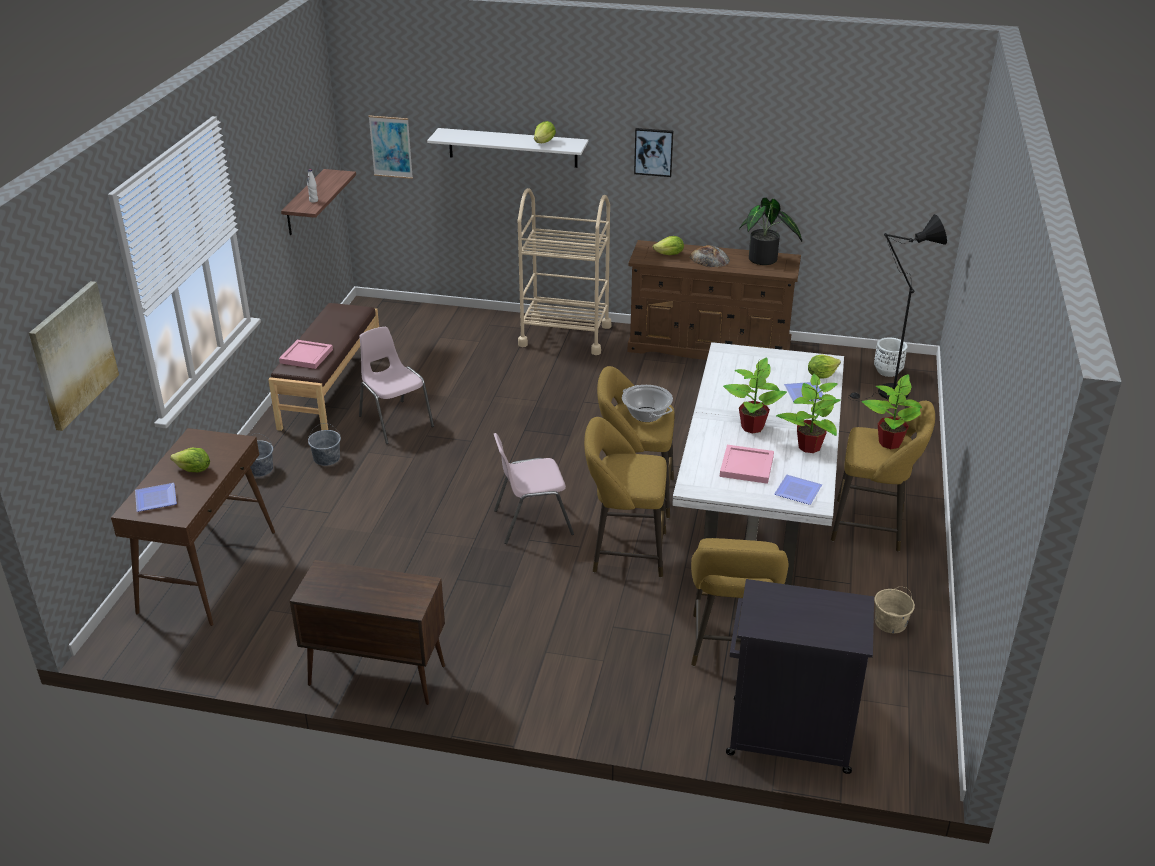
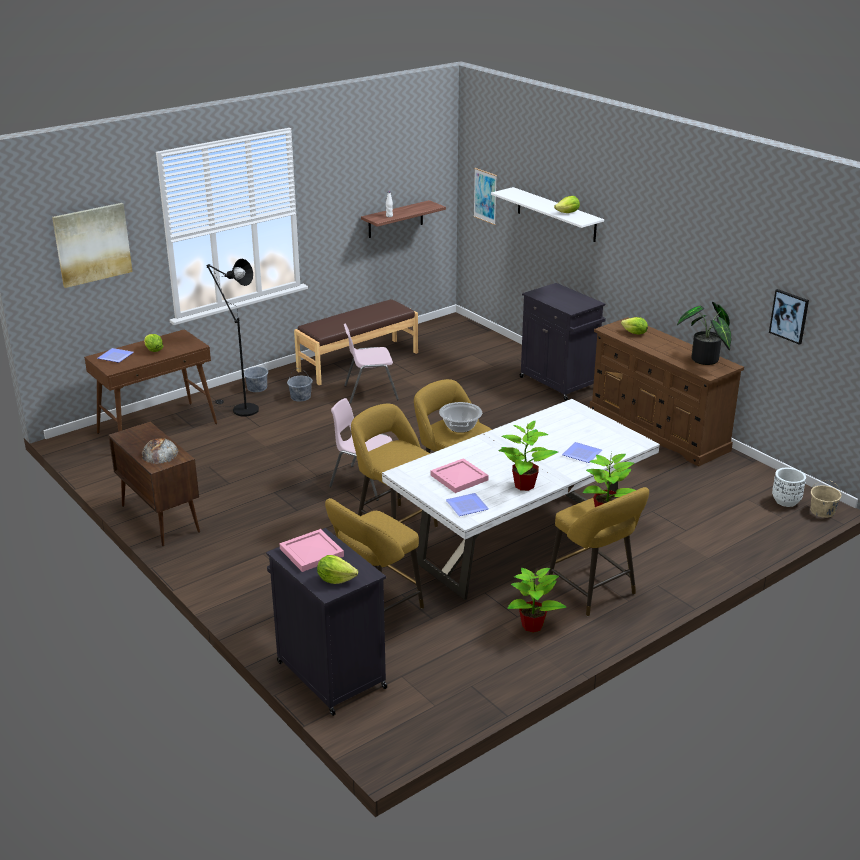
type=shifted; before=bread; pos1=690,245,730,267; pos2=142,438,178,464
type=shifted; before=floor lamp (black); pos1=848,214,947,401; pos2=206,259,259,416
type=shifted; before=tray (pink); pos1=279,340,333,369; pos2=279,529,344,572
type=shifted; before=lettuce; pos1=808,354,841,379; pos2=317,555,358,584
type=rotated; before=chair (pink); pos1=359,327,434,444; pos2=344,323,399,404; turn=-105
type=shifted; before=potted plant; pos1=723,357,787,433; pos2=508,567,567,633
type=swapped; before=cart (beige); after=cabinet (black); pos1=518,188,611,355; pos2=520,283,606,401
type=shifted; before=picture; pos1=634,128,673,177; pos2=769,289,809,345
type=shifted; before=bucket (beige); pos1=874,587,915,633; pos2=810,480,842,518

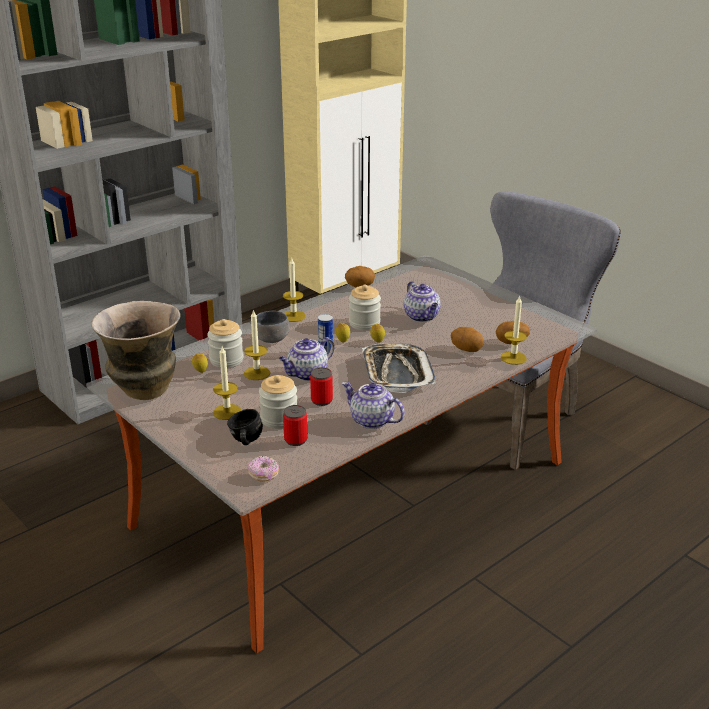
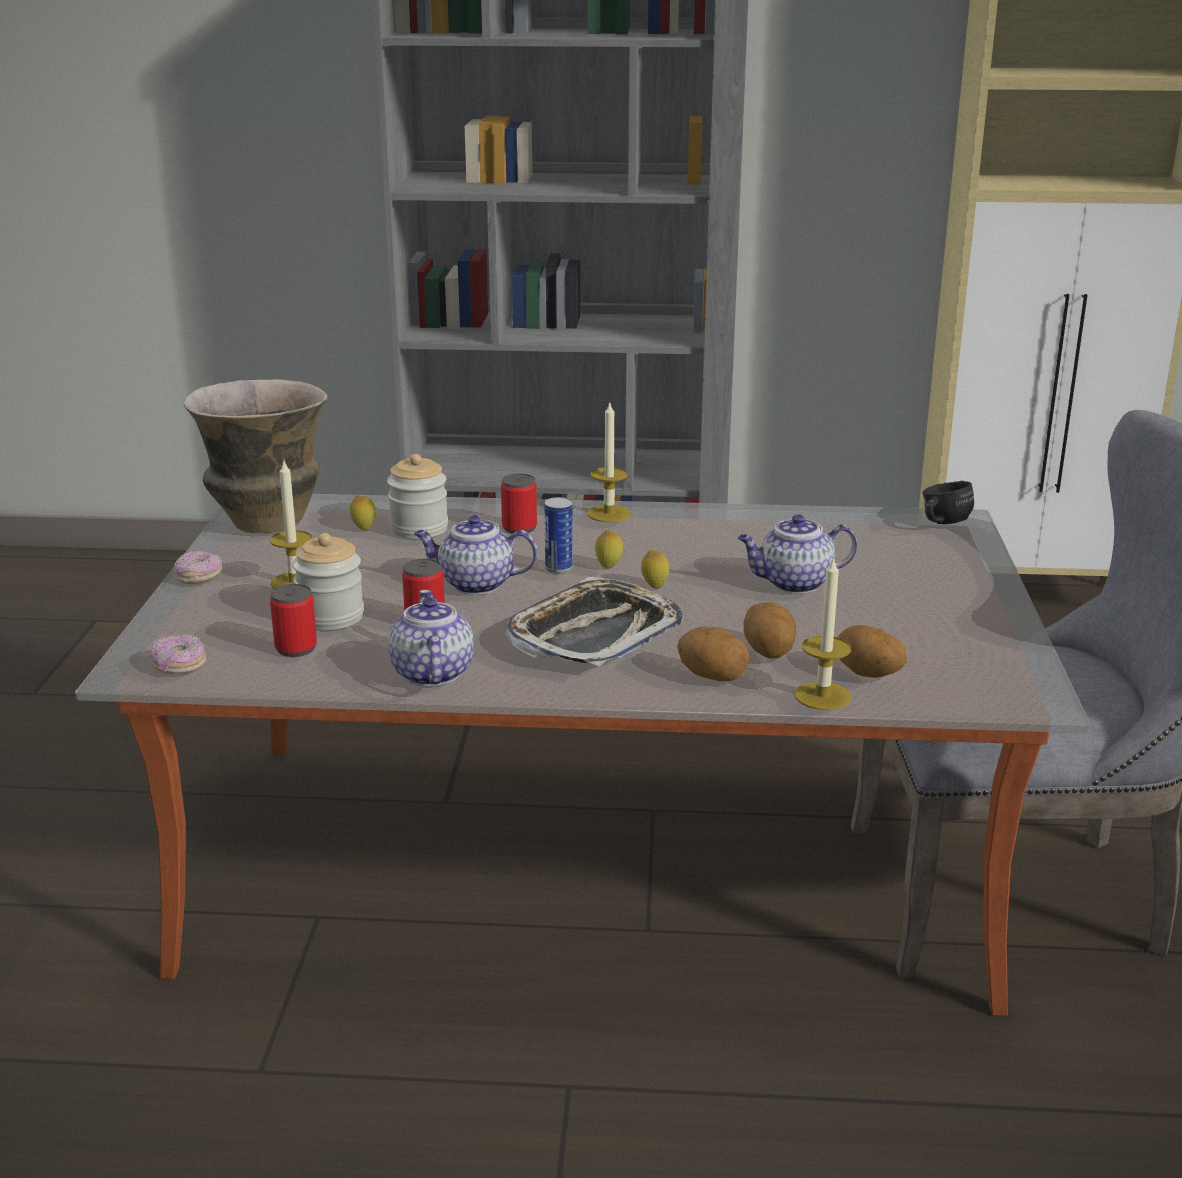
type=new; after=donut; pos2=174,550,222,584
type=swapped; before=bowl (grey); after=can; pos1=257,311,289,343; pos2=501,474,537,534
type=shifted; before=potato; pos1=345,266,375,287; pos2=677,626,749,681
type=rotated; before=teapot; pos1=403,281,441,322; pos2=738,514,857,594; turn=60
type=shifted; before=mug (black); pos1=227,409,263,445; pos2=922,481,974,524
type=gone; before=candle; pos1=244,310,271,380
type=gone; before=jar; pos1=349,284,381,330

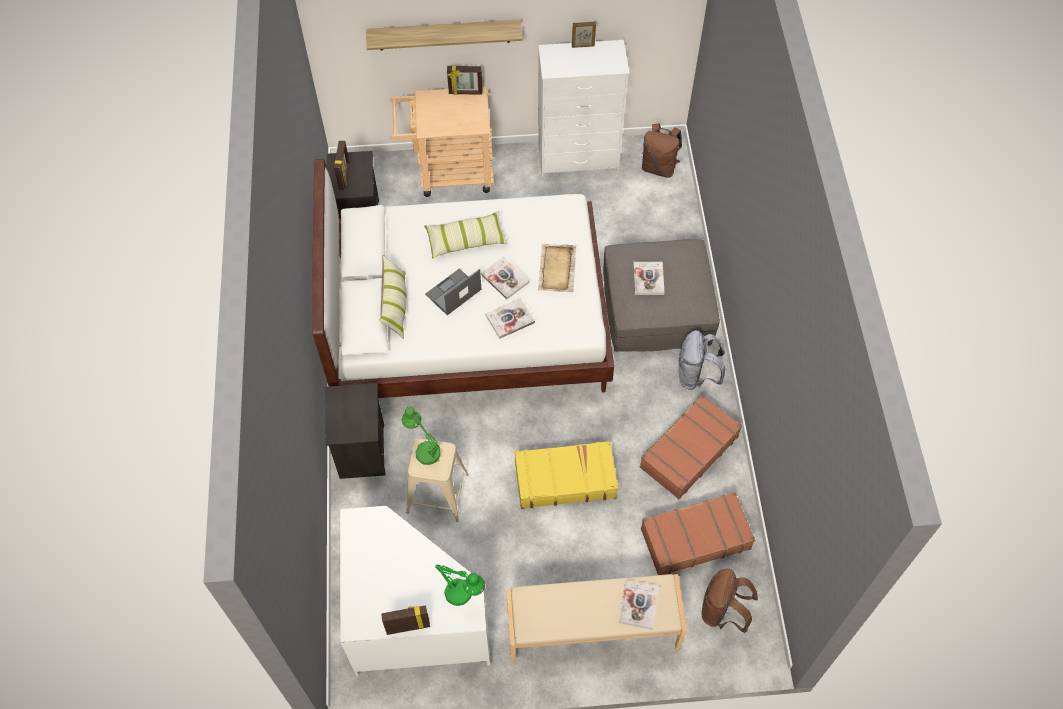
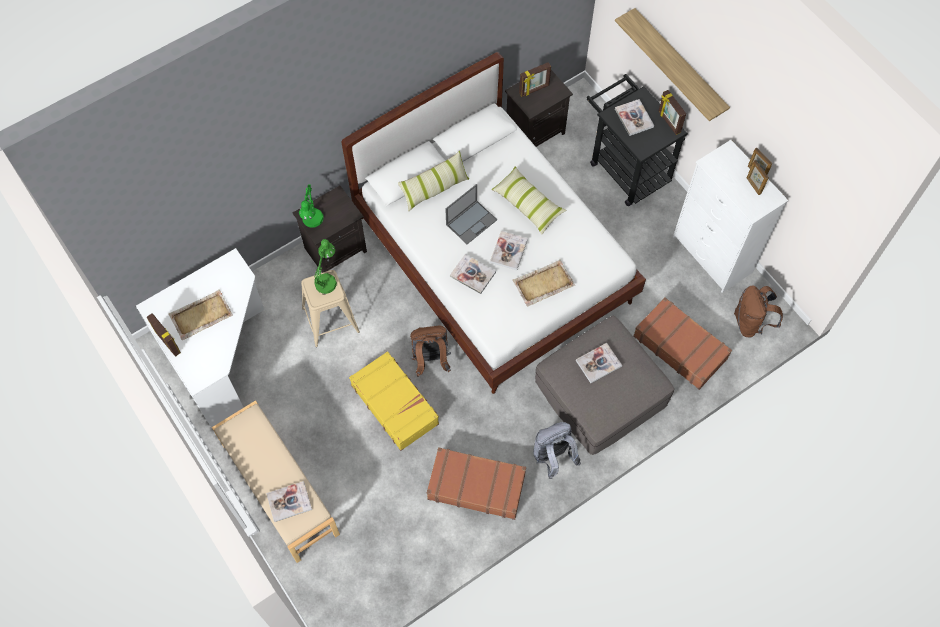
type=new; after=tray (beige); pos2=169,289,233,340
type=shifted; before=table lamp (green); pos1=435,565,485,606; pos2=299,184,323,228
type=shifted; before=backpack (brown); pos1=702,569,758,633; pos2=410,326,451,377
type=rotated; before=laptop; pos1=425,268,481,315; pos2=445,184,497,244; turn=120
type=repainted; before=cart (beige); after=cart (black); pos1=390,86,494,197; pos2=586,74,688,206
type=new; after=book; pos2=615,99,654,136
type=shifted; before=suitcase (brown); pos1=641,492,755,575; pos2=633,297,732,390
type=new; after=picture frame; pos2=747,160,768,195

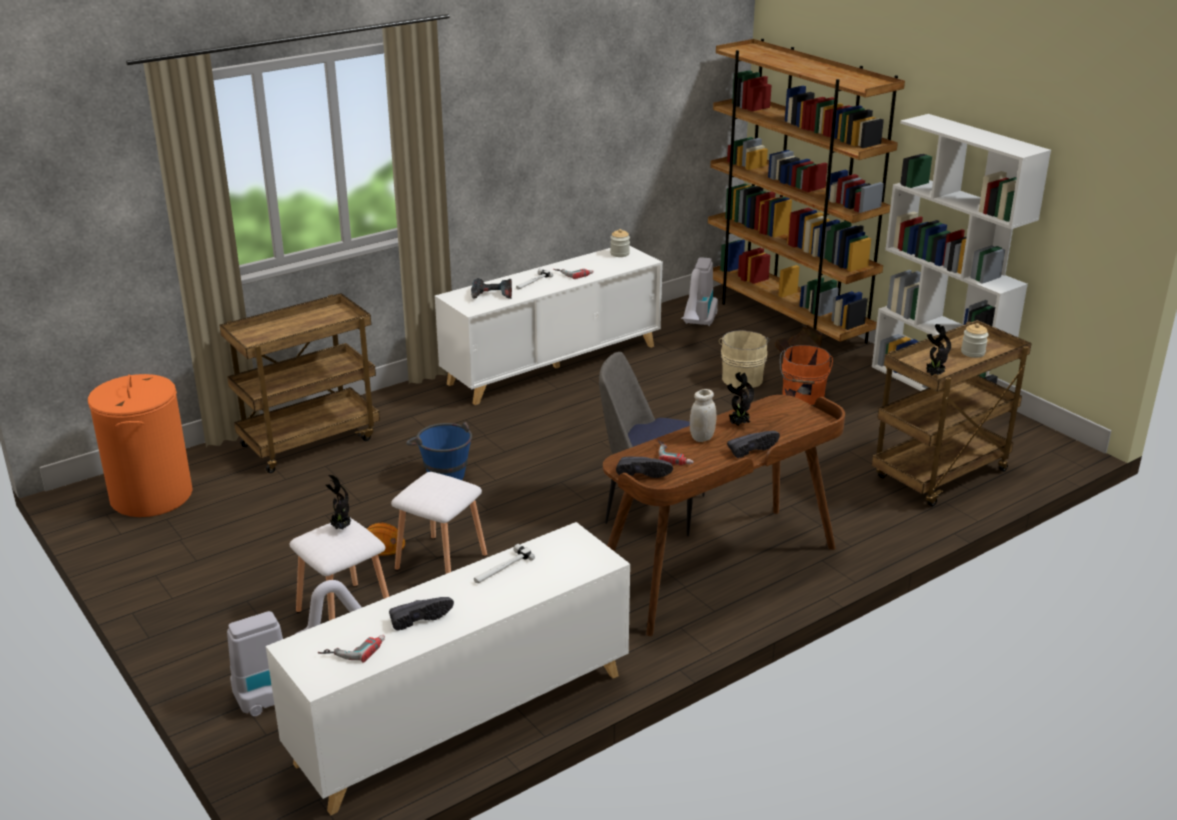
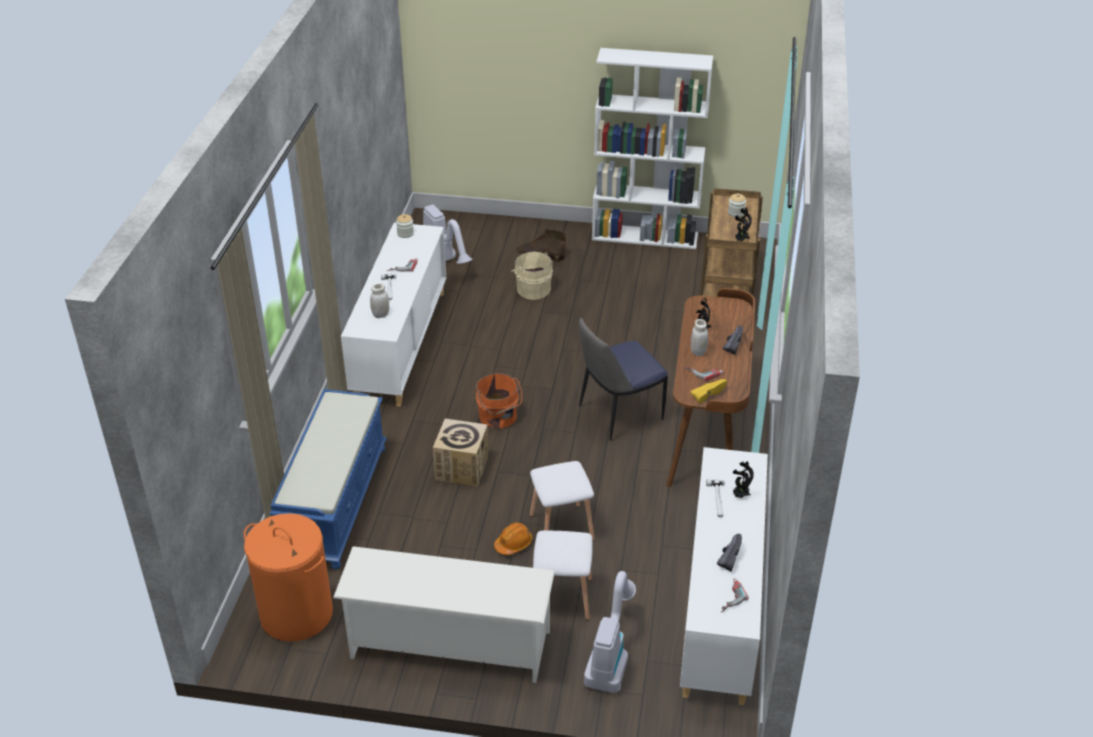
type=swapped; before=cart (brown); after=bench (blue); pos1=220,293,380,473; pos2=269,389,387,569
type=new; after=shoe rack (white); pos2=333,546,555,683
type=swapped; before=power drill; after=jar (white); pos1=471,278,512,299; pos2=370,284,389,318
type=swapped; before=bucket (blue); after=cardboard box; pos1=406,422,472,480; pos2=433,419,488,487
type=shifted; before=bucket (orange); pos1=780,345,833,405; pos2=476,373,522,429
type=repainted; before=shoe (black); after=shoe (yellow); pos1=616,457,673,478; pos2=691,379,727,403
type=shifted; before=potted plant; pos1=326,475,351,530; pos2=733,461,754,498
type=gone; before=bookcase (brown); pos1=708,39,905,344

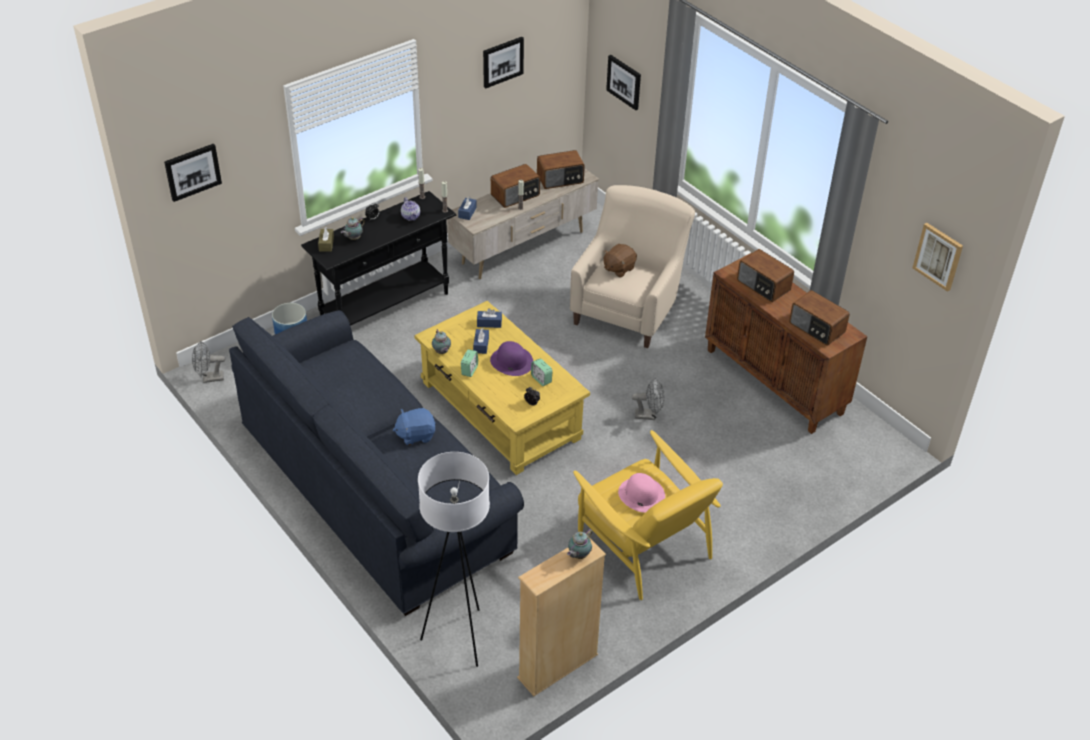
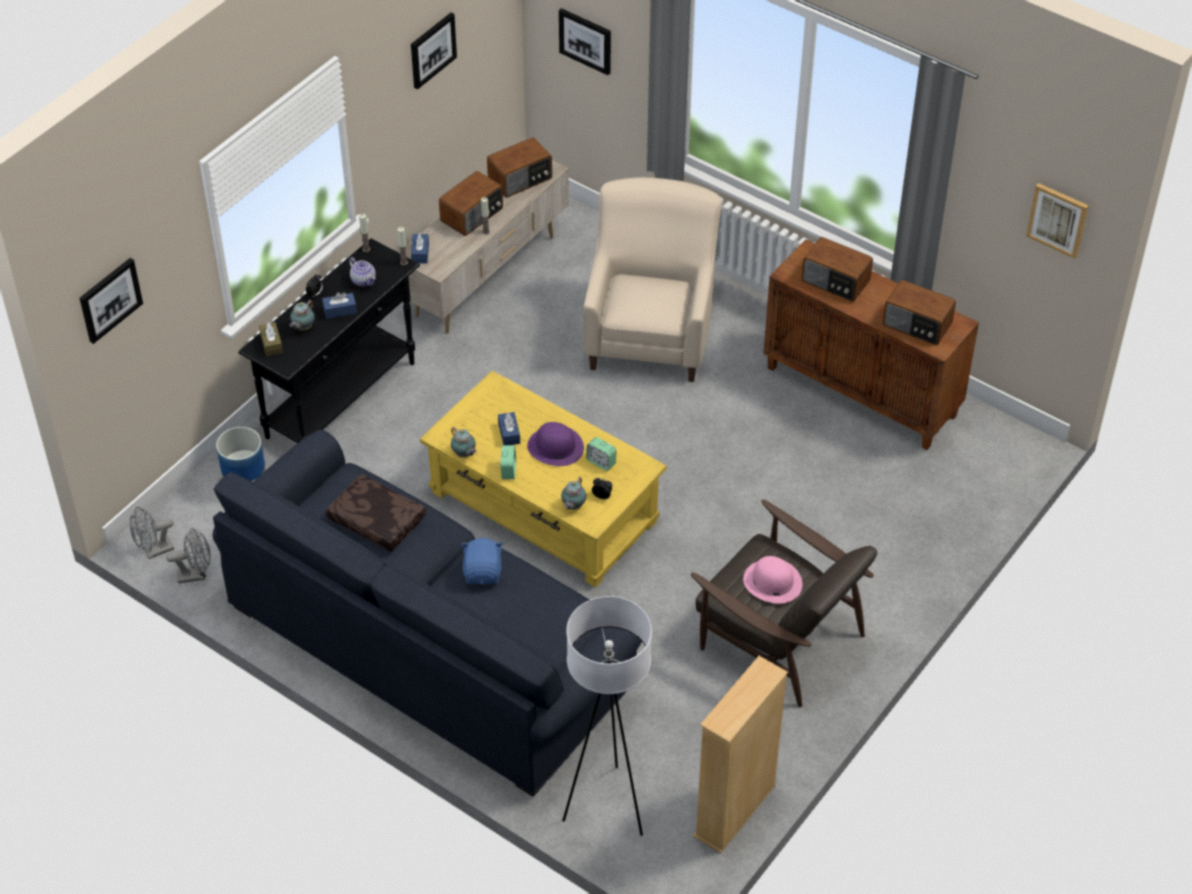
type=shifted; before=fan (grey); pos1=632,378,665,420; pos2=167,528,211,583
type=shifted; before=tissue box (blue); pos1=477,308,502,328; pos2=322,292,357,319
type=new; after=pillow (brown); pos2=326,474,426,552
type=rotated; before=plush toy (blue); pos1=393,408,436,445; pos2=461,538,503,584; turn=120
type=shifted; before=teapot; pos1=567,530,592,559; pos2=561,477,587,510
type=repainted; before=armchair (yellow); after=armchair (brown); pos1=573,430,723,600; pos2=691,500,878,707
type=gone; before=plush toy (brown); pos1=603,244,637,277

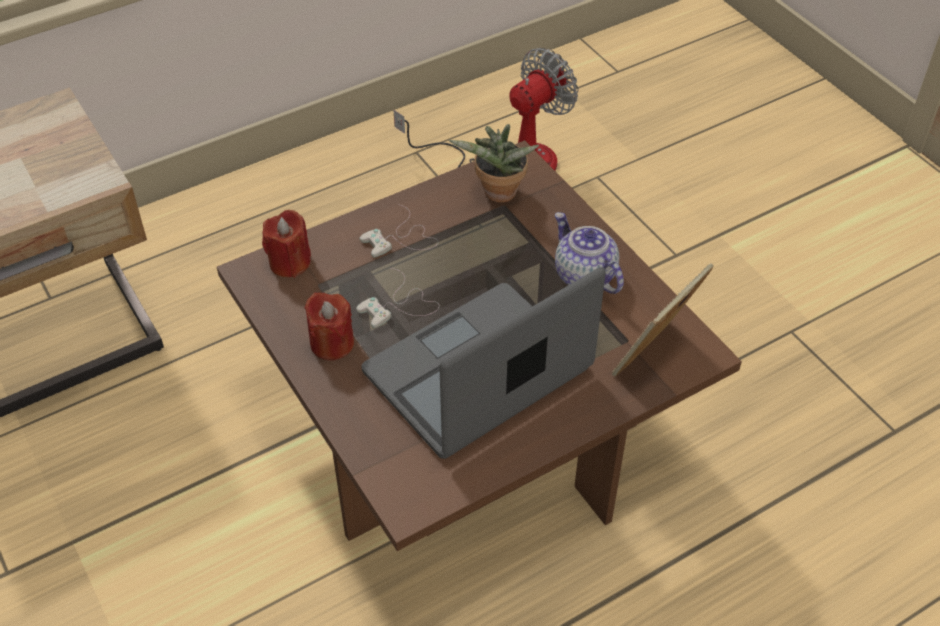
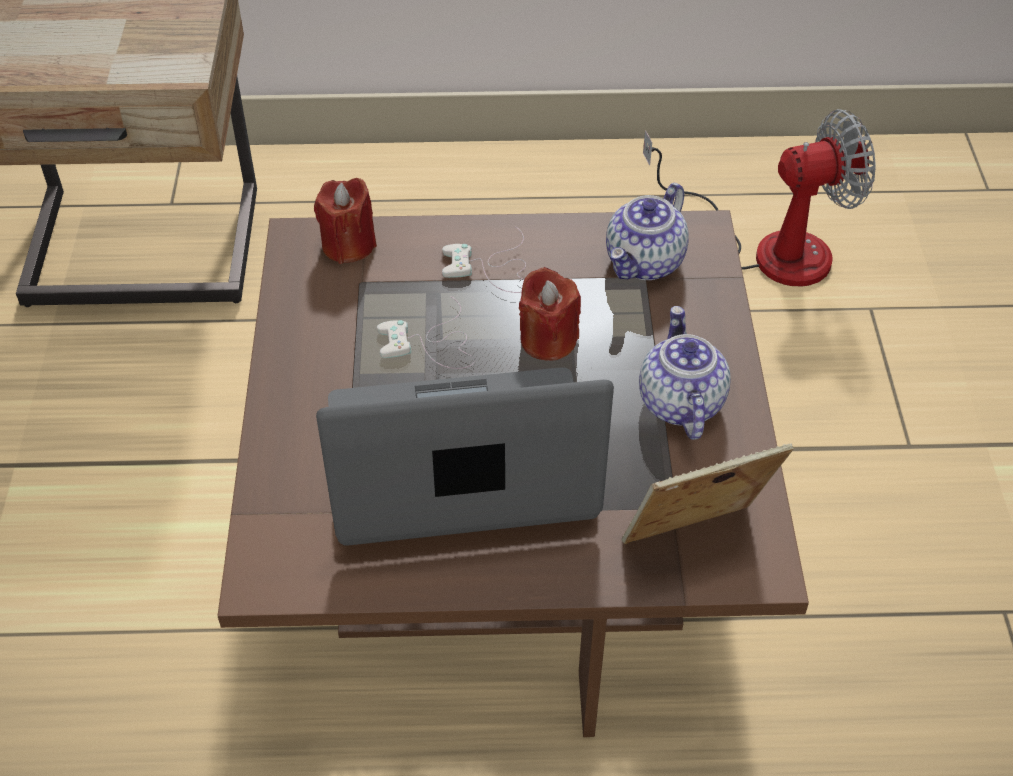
type=shifted; before=candle (red); pos1=305,292,354,361; pos2=519,267,581,361
type=swapped; before=potted plant; after=teapot; pos1=449,124,540,203; pos2=606,183,689,280

